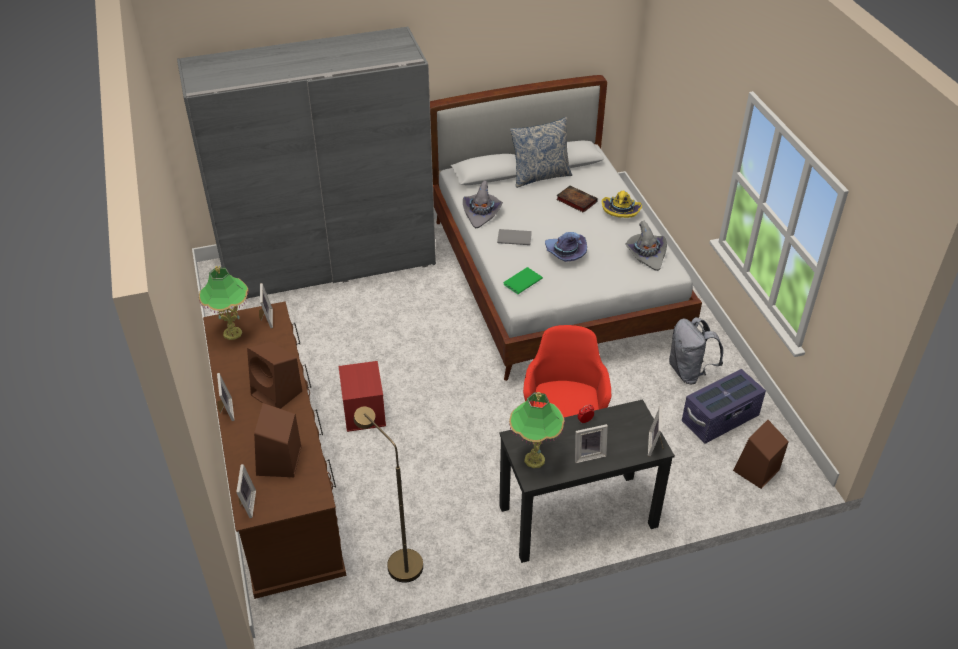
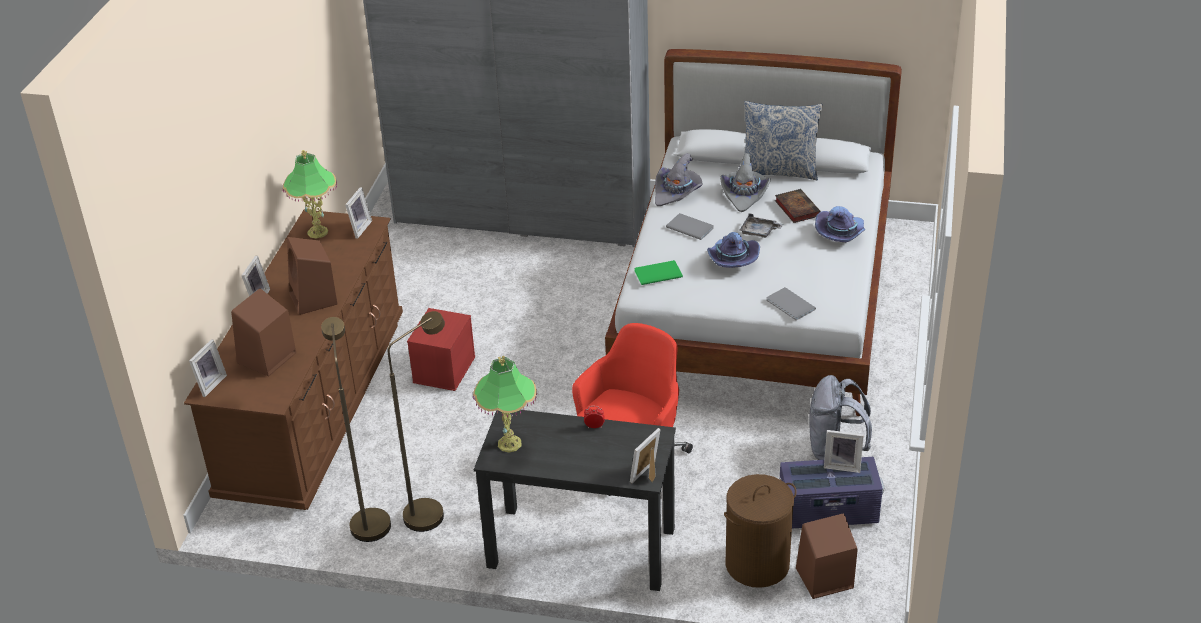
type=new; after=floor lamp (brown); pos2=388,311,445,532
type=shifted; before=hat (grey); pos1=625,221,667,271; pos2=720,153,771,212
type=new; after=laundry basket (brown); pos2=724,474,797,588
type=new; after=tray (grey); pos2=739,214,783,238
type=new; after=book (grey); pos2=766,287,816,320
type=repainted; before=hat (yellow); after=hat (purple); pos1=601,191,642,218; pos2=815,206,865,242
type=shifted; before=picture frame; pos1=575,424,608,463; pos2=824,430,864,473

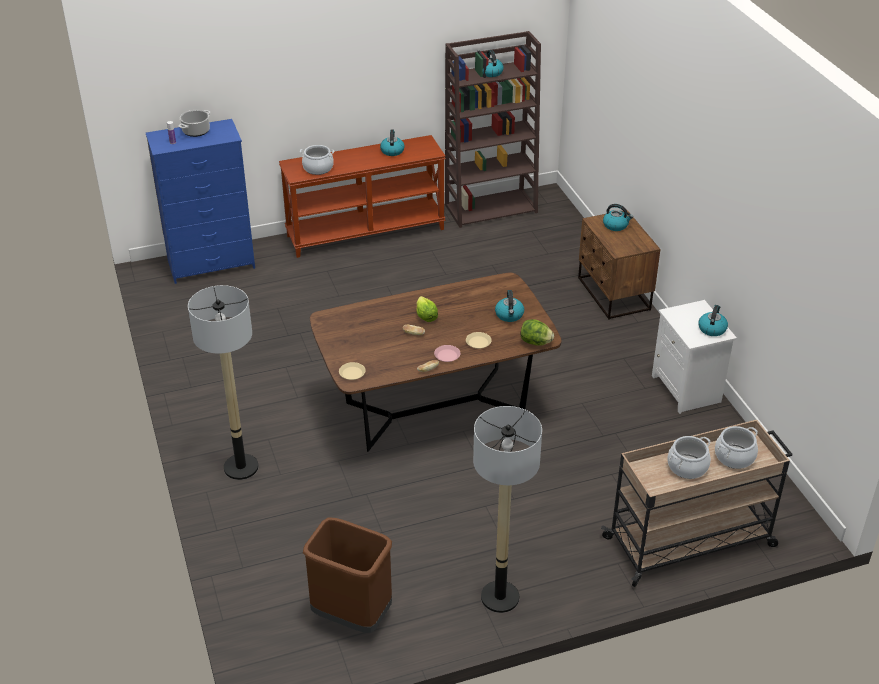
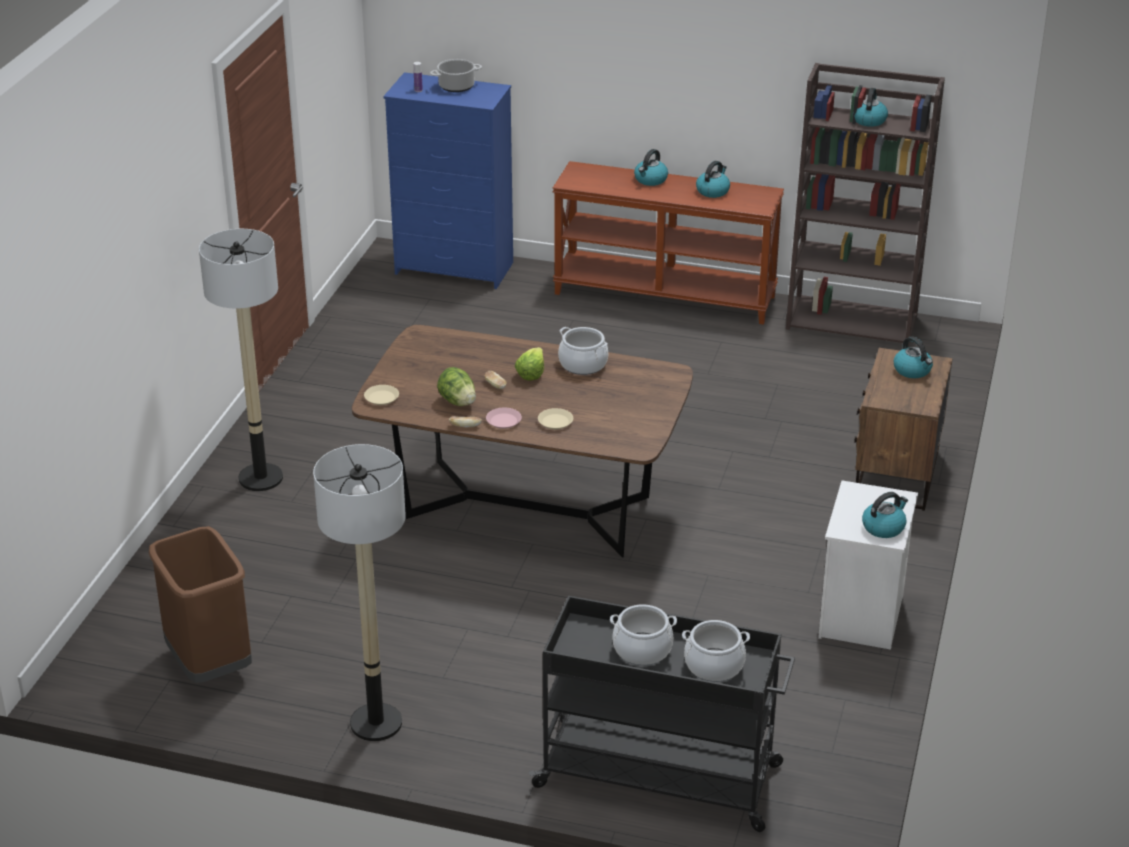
type=shifted; before=lettuce; pos1=521,319,554,346; pos2=437,367,476,406
type=repainted; before=cart (beige); after=cart (black); pos1=601,420,793,587; pos2=529,596,795,832
type=shifted; before=cooking pot; pos1=300,145,334,175; pos2=558,327,608,375
type=shifted; before=kettle; pos1=495,290,524,322; pos2=634,149,668,186

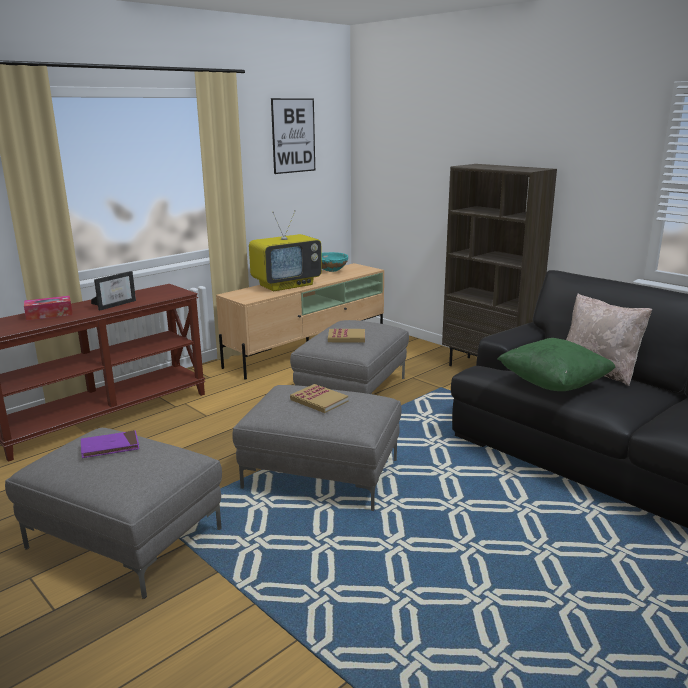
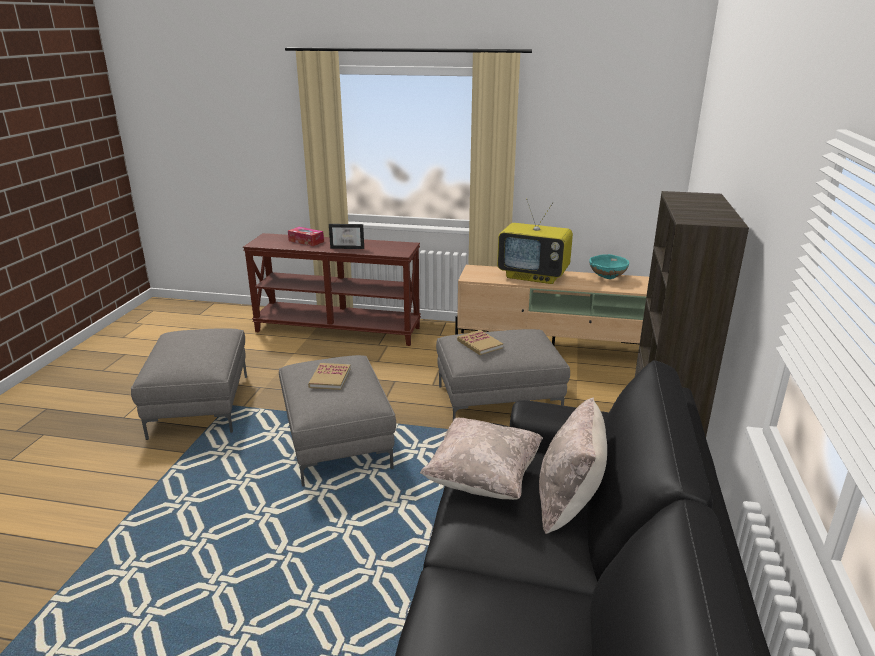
type=repainted; before=pillow (green); after=pillow (beige); pos1=497,338,616,391; pos2=420,418,543,500
type=gone; before=book (purple); pos1=81,430,139,458
type=gone; before=picture; pos1=271,98,315,174

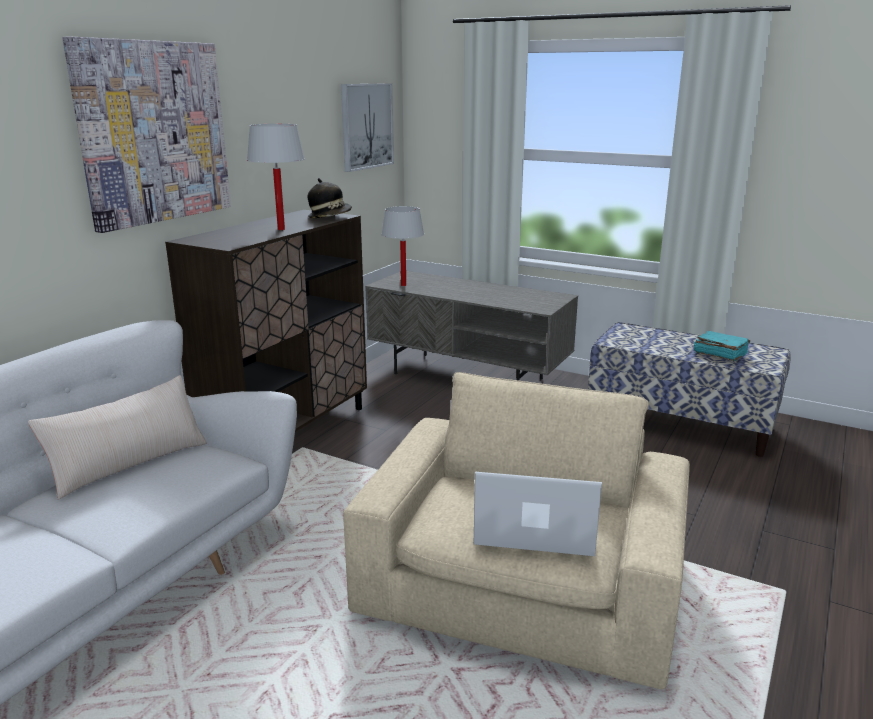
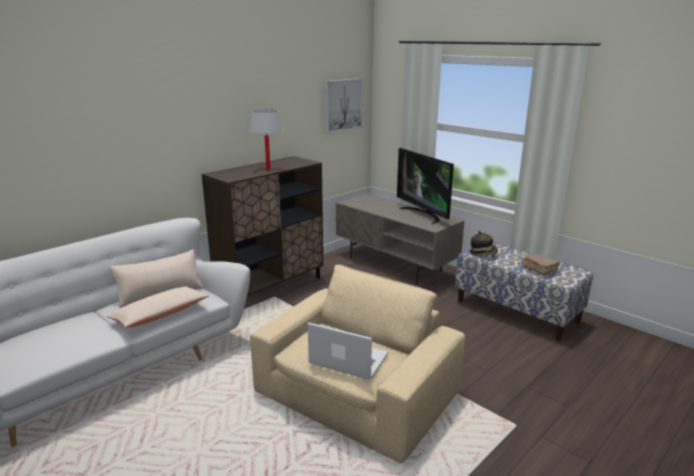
type=new; after=pillow (beige); pos2=106,287,210,327
type=new; after=television; pos2=397,148,454,224
type=shifted; before=hat; pos1=307,178,352,219; pos2=470,231,498,256
type=repainted; before=book (turquoise); after=book (brown); pos1=694,331,750,361; pos2=522,253,560,275
type=gone; before=picture; pos1=62,36,231,233
type=gone; before=table lamp (white); pos1=381,206,424,286

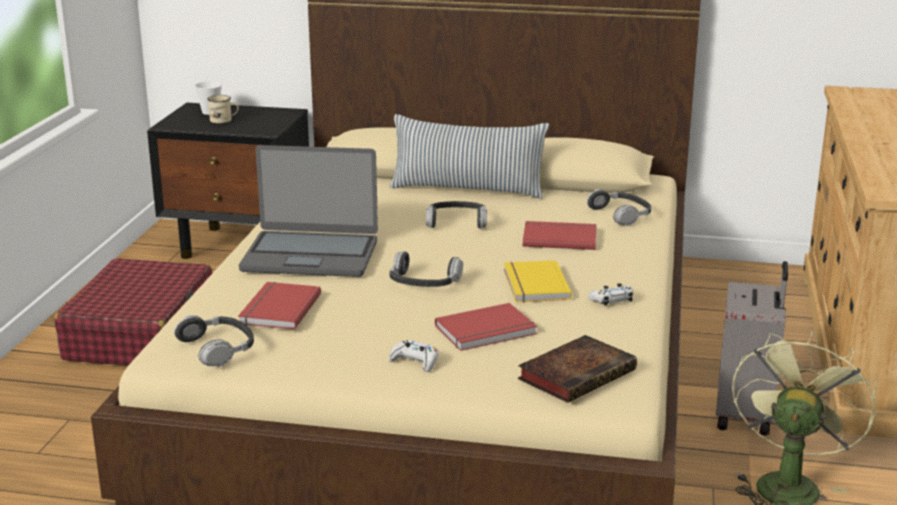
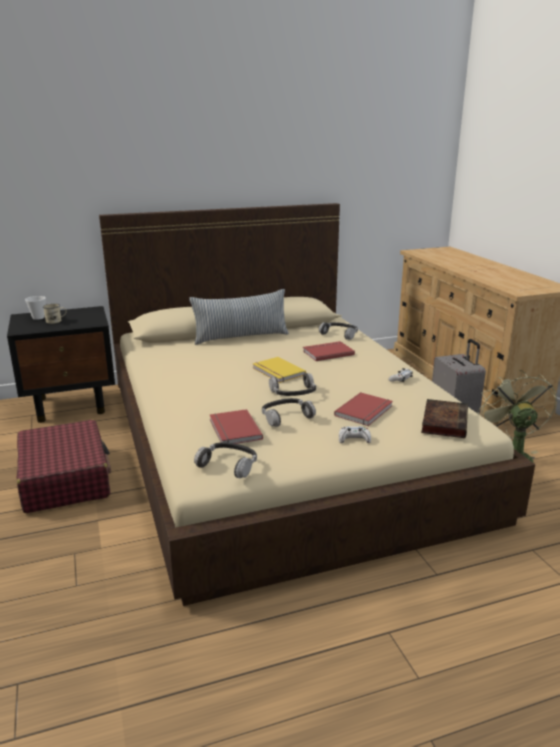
type=shifted; before=book (yellow); pos1=504,260,572,303; pos2=253,357,306,383
type=shifted; before=headphones; pos1=426,201,487,229; pos2=262,398,316,427
type=gone; before=laptop; pos1=239,145,378,277

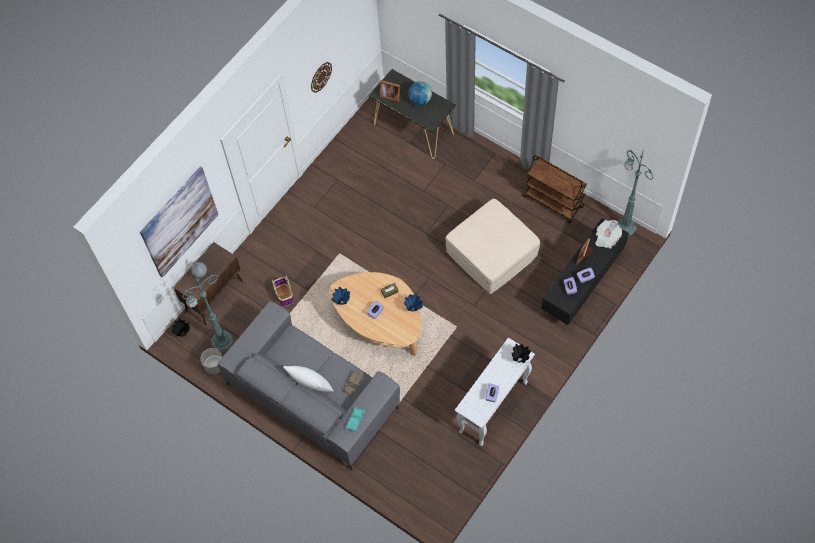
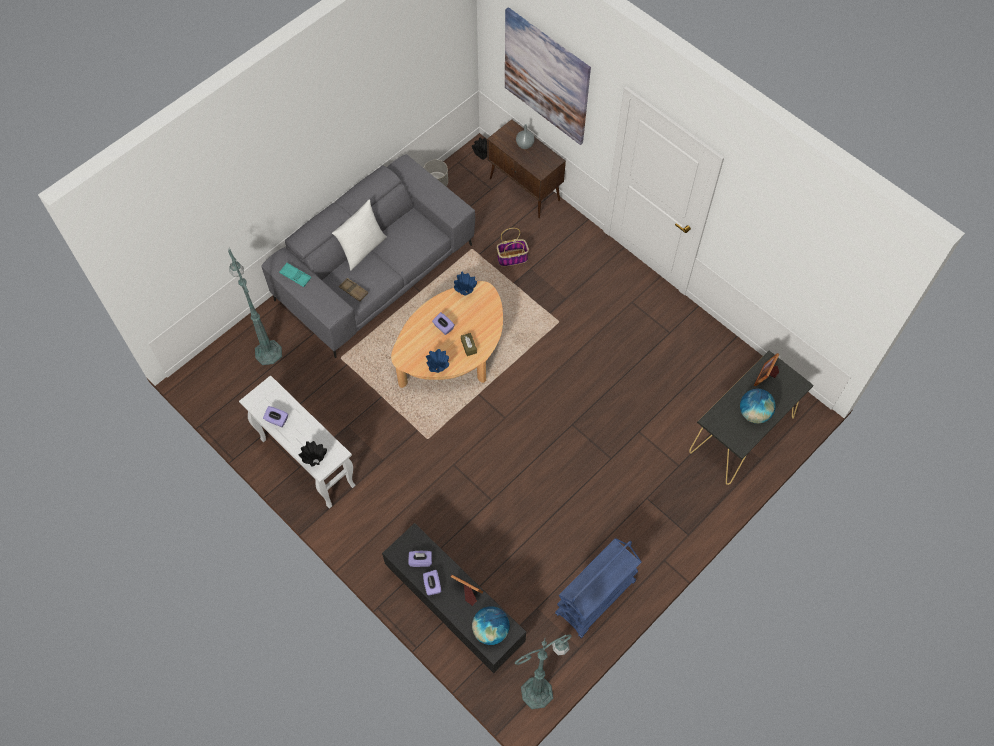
type=shifted; before=floor lamp (green); pos1=182,274,234,352; pos2=228,247,282,365
type=swapped; before=newspaper; after=globe; pos1=595,220,622,249; pos2=472,606,510,645
type=repainted; before=cart (brown); after=cart (blue); pos1=523,155,587,223; pos2=555,538,641,638
type=gone; before=wall clock; pos1=311,62,332,93
type=gone; before=ottoman (beige); pos1=446,199,540,294

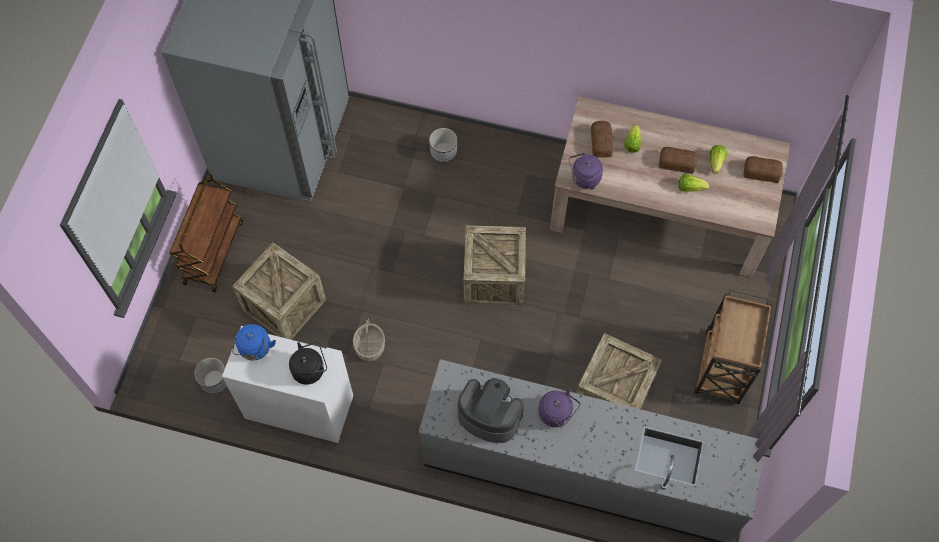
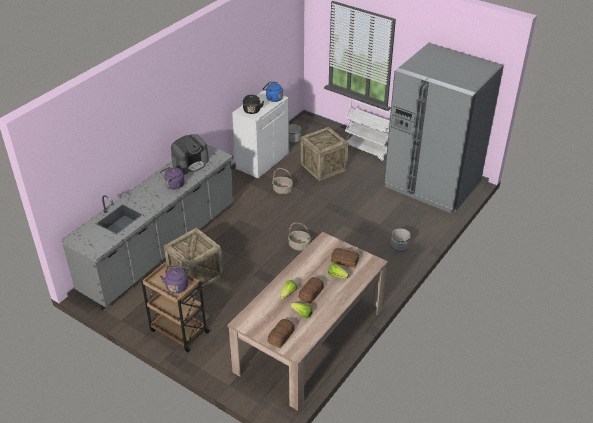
type=shifted; before=kettle (purple); pos1=569,153,603,189; pos2=160,265,189,293
type=swapped; before=crate; after=basket; pos1=464,225,526,307; pos2=288,223,311,251
type=repainted; before=cart (brown); after=cart (white); pos1=169,173,243,292; pos2=345,100,391,162

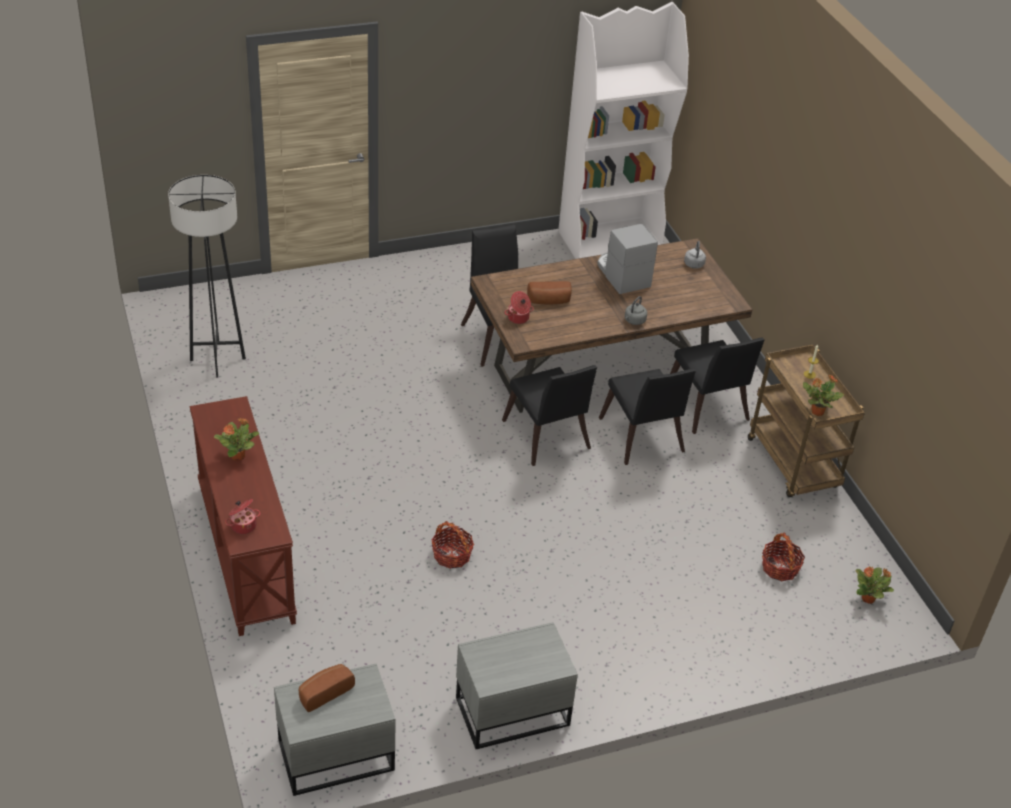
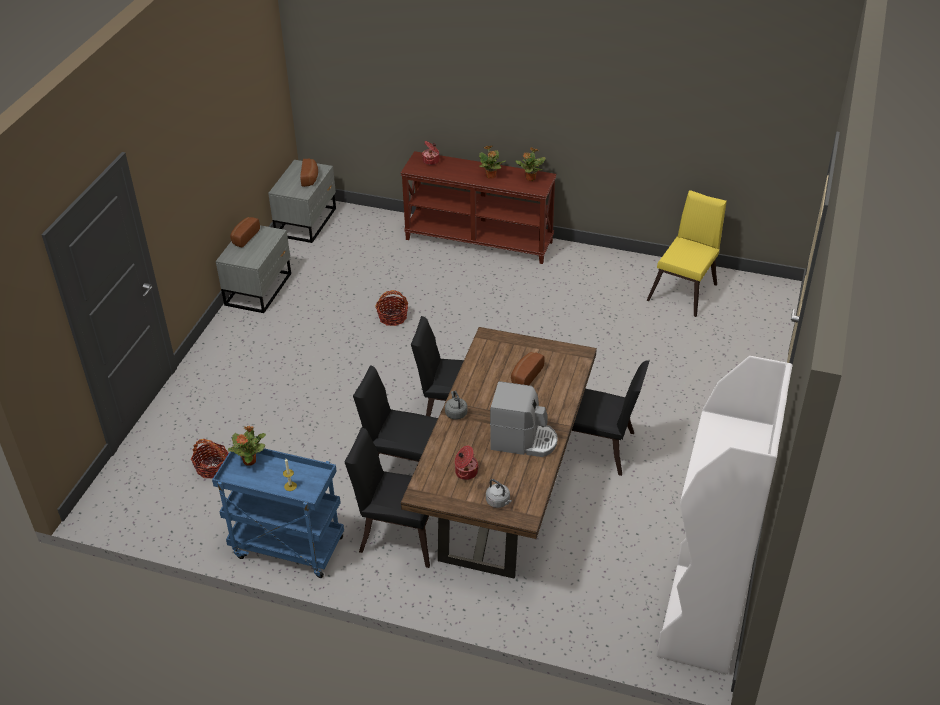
type=repainted; before=cart (brown); after=cart (blue); pos1=748,345,865,498; pos2=212,448,344,578
type=new; after=bread; pos2=230,217,260,247
type=shifted; before=cooking pot; pos1=505,291,534,324; pos2=455,446,478,480
type=shifted; before=potted plant; pos1=855,567,894,604; pos2=515,147,546,181
type=swapped; before=floor lamp (grey); after=chair (yellow); pos1=168,175,246,378; pos2=646,190,727,317

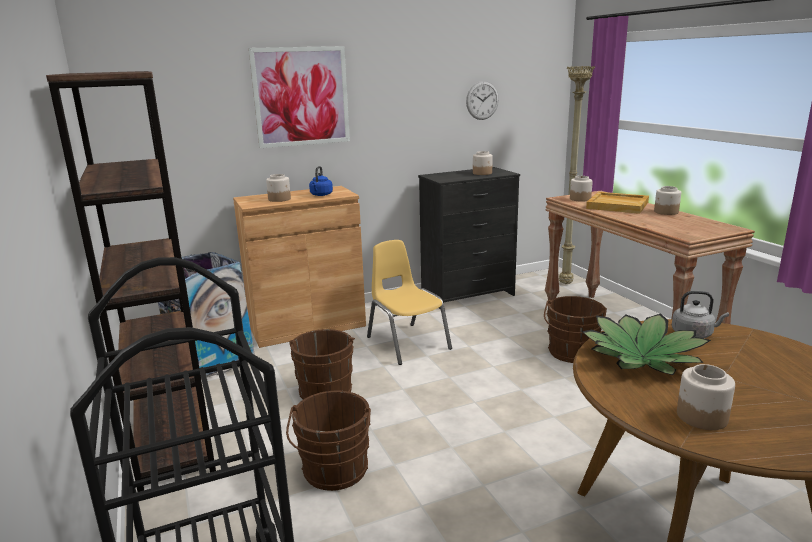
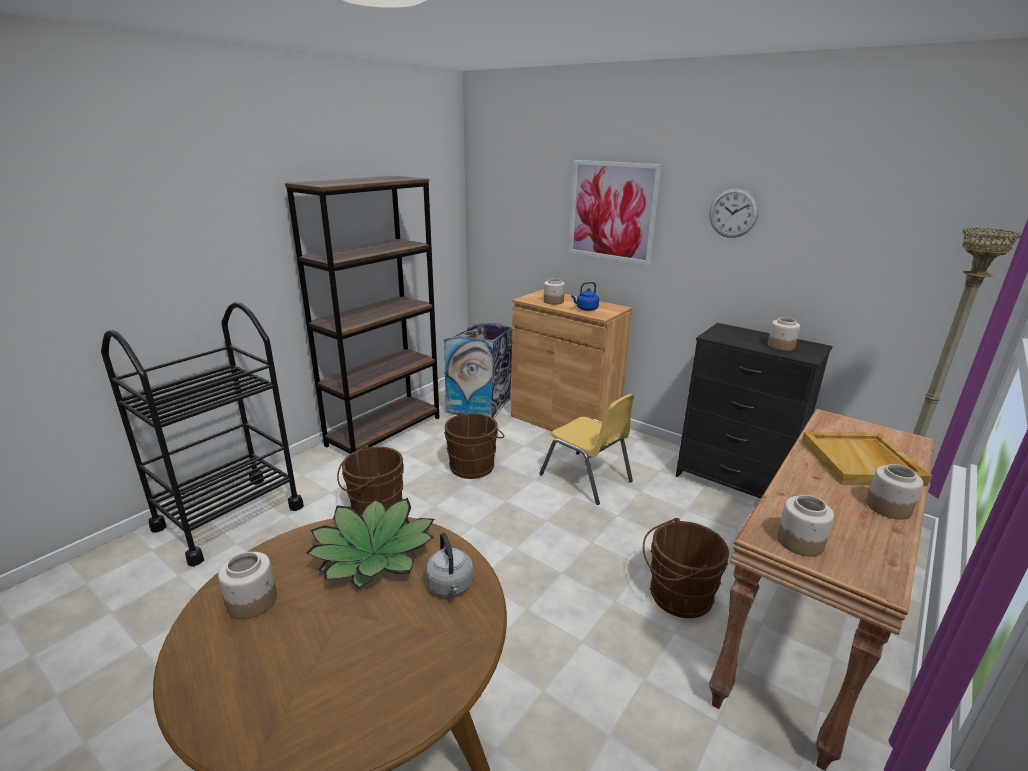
type=rotated; before=chair (yellow); pos1=367,240,452,365; pos2=539,394,634,505; turn=105
type=shifted; before=wall clock; pos1=466,81,499,120; pos2=709,188,758,238
type=shifted; before=jar; pos1=570,176,593,202; pos2=777,495,834,557

